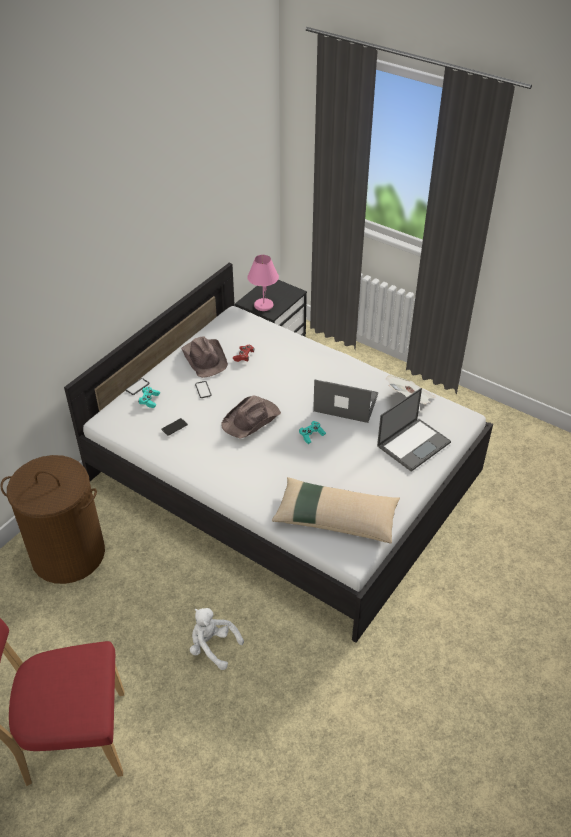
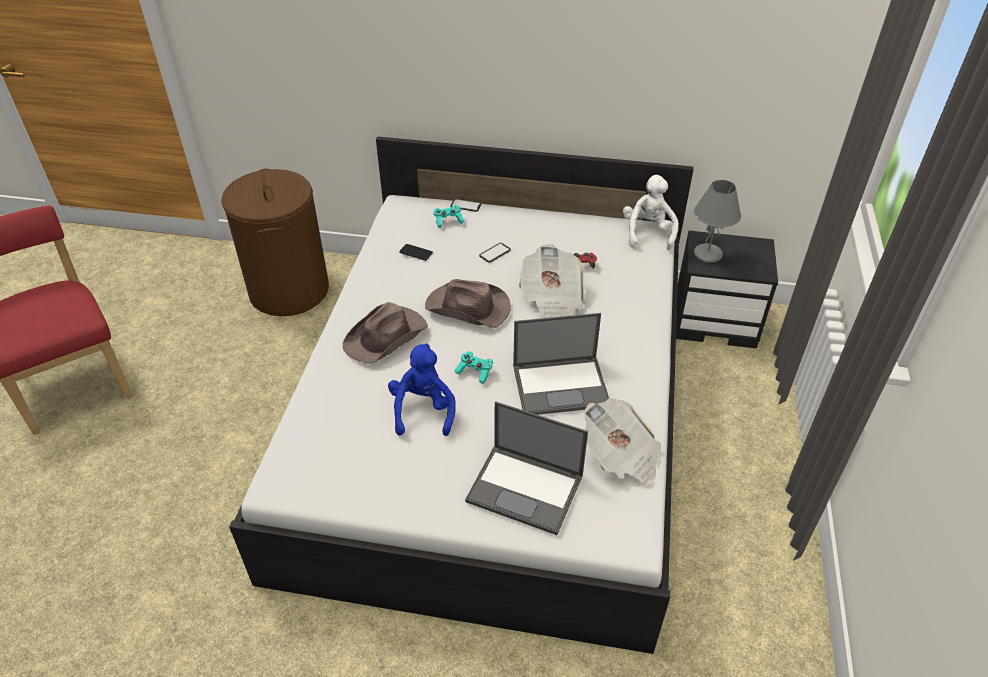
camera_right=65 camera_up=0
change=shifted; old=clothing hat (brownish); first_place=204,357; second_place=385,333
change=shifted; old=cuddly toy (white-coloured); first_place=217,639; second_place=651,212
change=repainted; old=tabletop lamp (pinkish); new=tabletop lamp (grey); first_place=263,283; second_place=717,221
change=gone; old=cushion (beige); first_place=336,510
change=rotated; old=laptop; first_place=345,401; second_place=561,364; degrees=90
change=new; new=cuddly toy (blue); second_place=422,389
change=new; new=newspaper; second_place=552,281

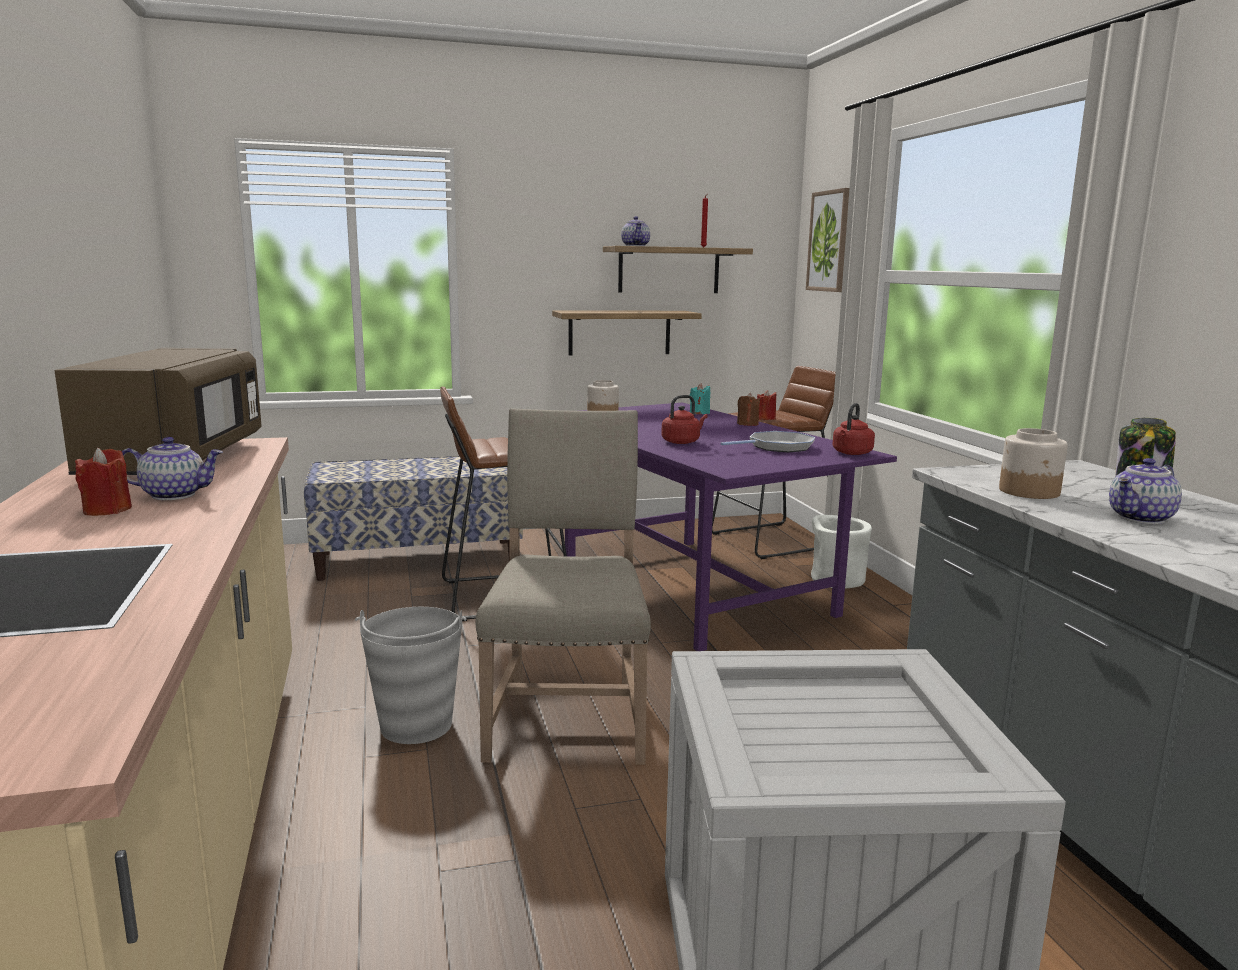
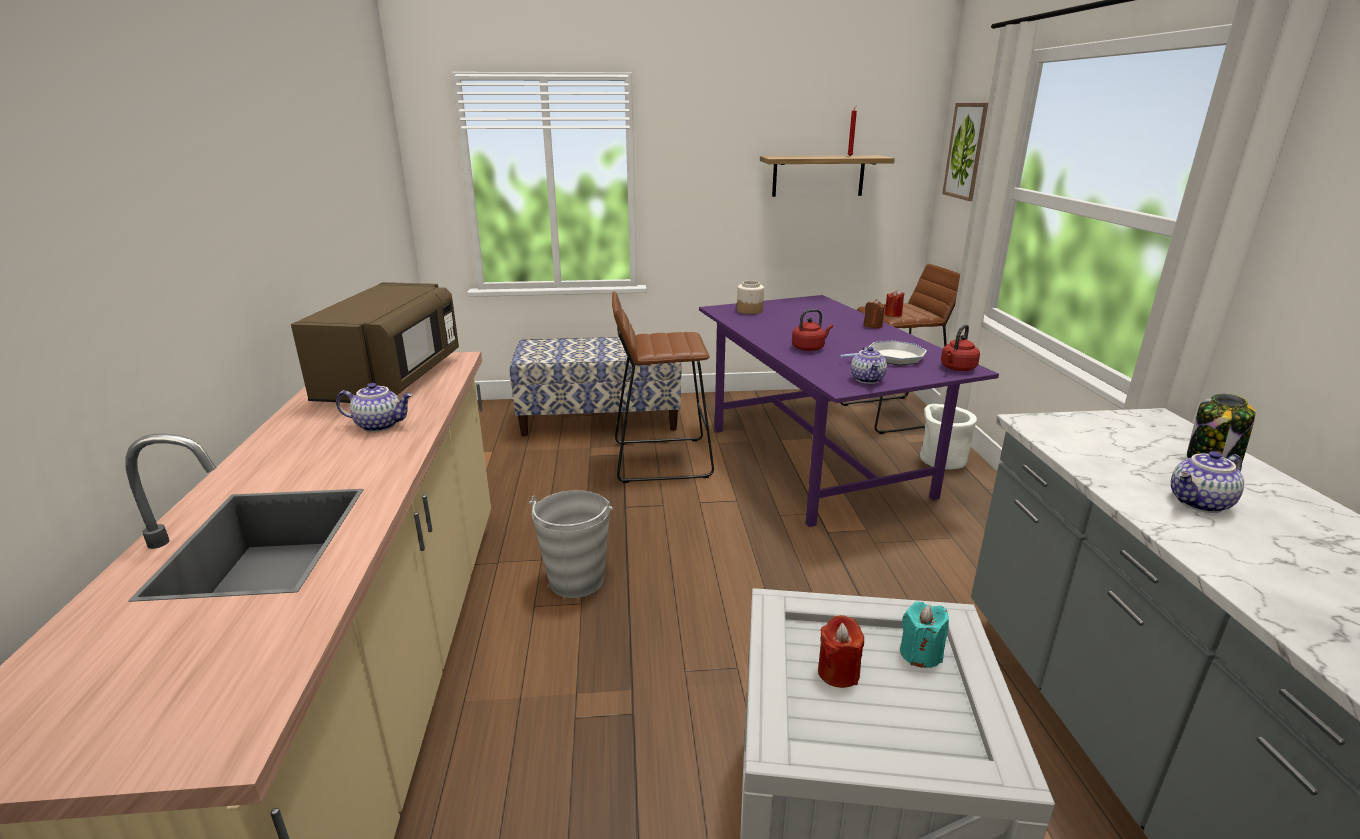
camera_right=10 camera_up=10
change=shifted; old=wax light (reddish); first_place=103,482; second_place=841,651
change=gone; old=upright chair (beige); first_place=563,586
change=gone; old=shelf; first_place=627,332
change=shifted; old=teapot; first_place=635,231; second_place=869,365
change=shifted; old=wax light (blue-green); first_place=700,398; second_place=924,635
change=gone; old=preserve jar; first_place=1033,463

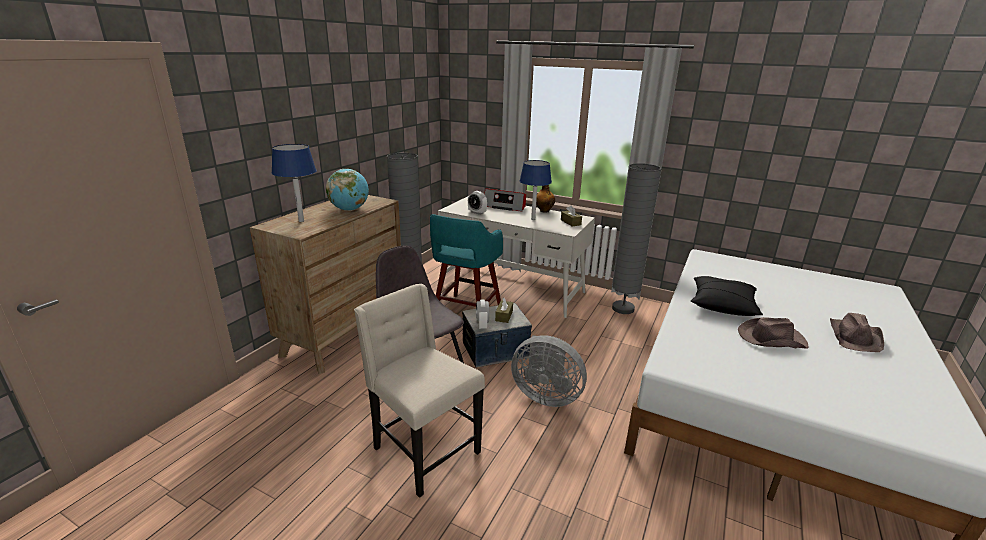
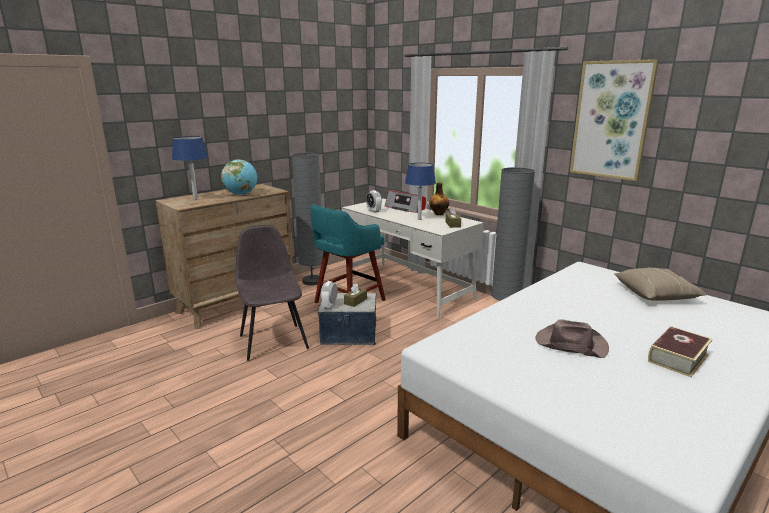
camera_right=20 camera_up=-5
change=gone; old=upright chair (beige); first_place=419,391
change=gone; old=cooling fan (grey); first_place=549,371
change=gone; old=cushion (black); first_place=727,296
change=swapped; old=clothing hat (brownish); new=volume; first_place=857,332; second_place=680,351
change=new; new=wall picture; second_place=614,120
change=new; new=cushion (beige); second_place=660,284

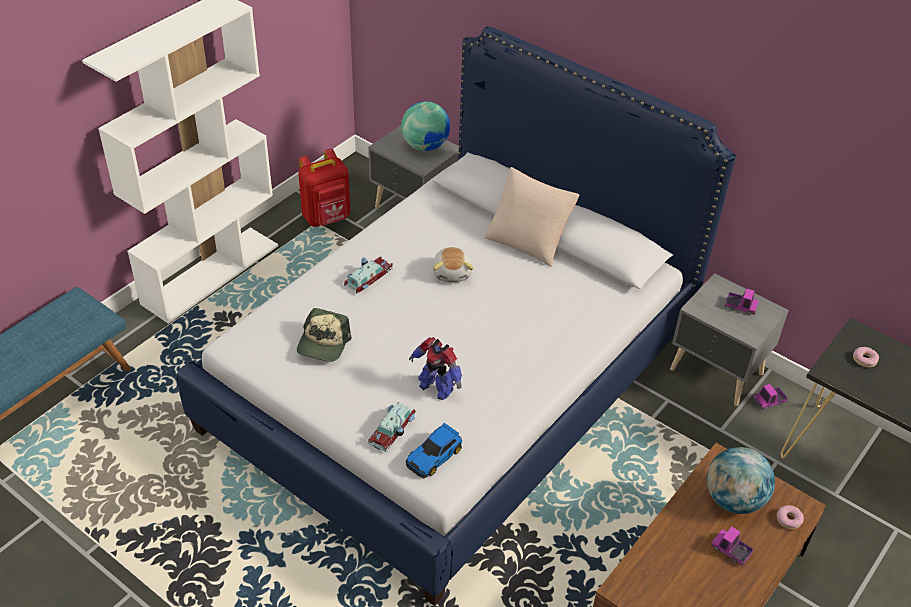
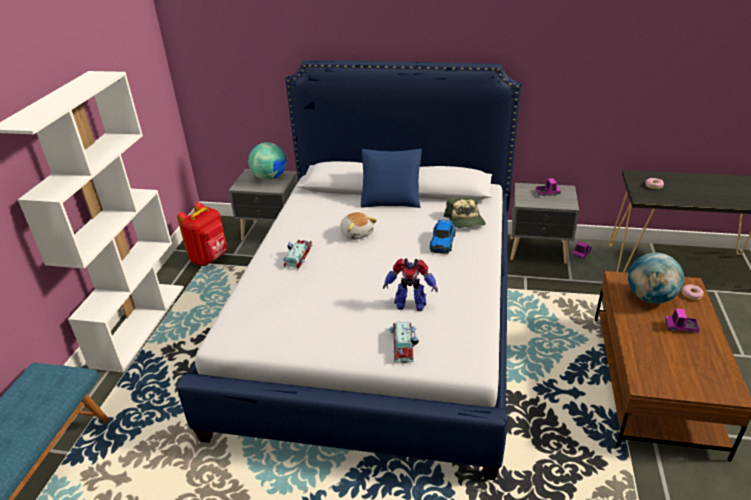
camera_right=-25 camera_up=-10
change=shifted; old=baseball cap; first_place=324,335; second_place=465,212
change=shifted; old=toy car; first_place=434,450; second_place=443,237
change=repainted; old=cushion (beige); new=cushion (blue); first_place=532,217; second_place=391,178

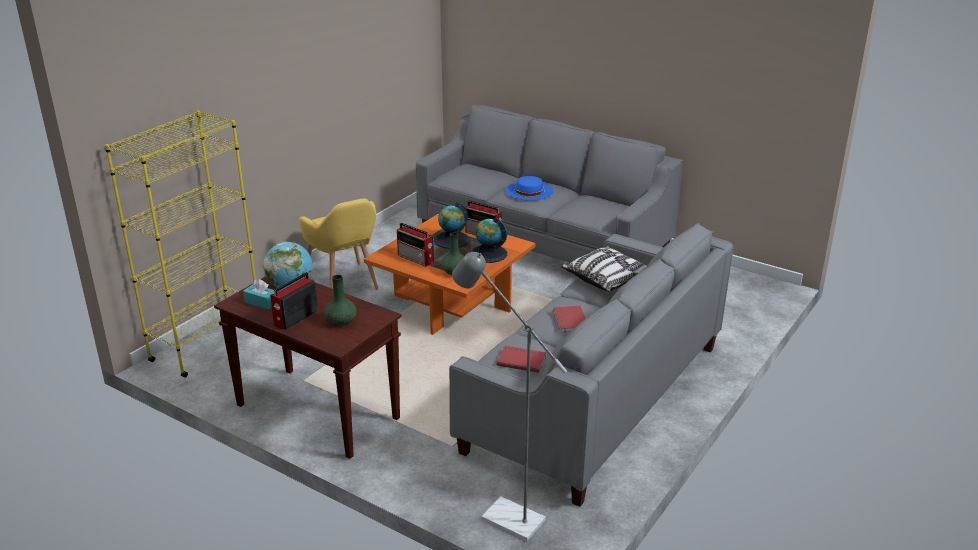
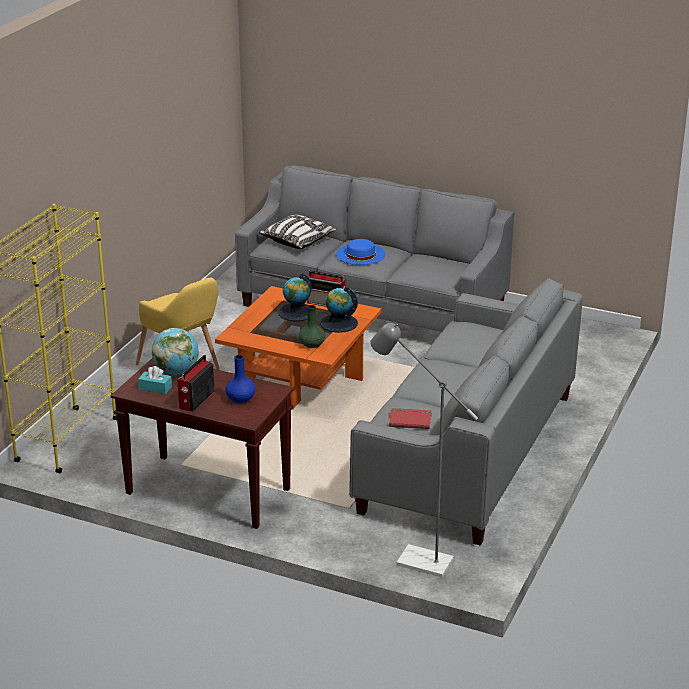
camera_right=-10 camera_up=0
change=repainted; old=flower vase (green-coloured); new=flower vase (blue); first_place=340,300; second_place=240,379
change=gone; old=radio receiver; first_place=415,245
change=gone; old=volume (reddish); first_place=569,319
change=shifted; old=cushion; first_place=604,268; second_place=298,232

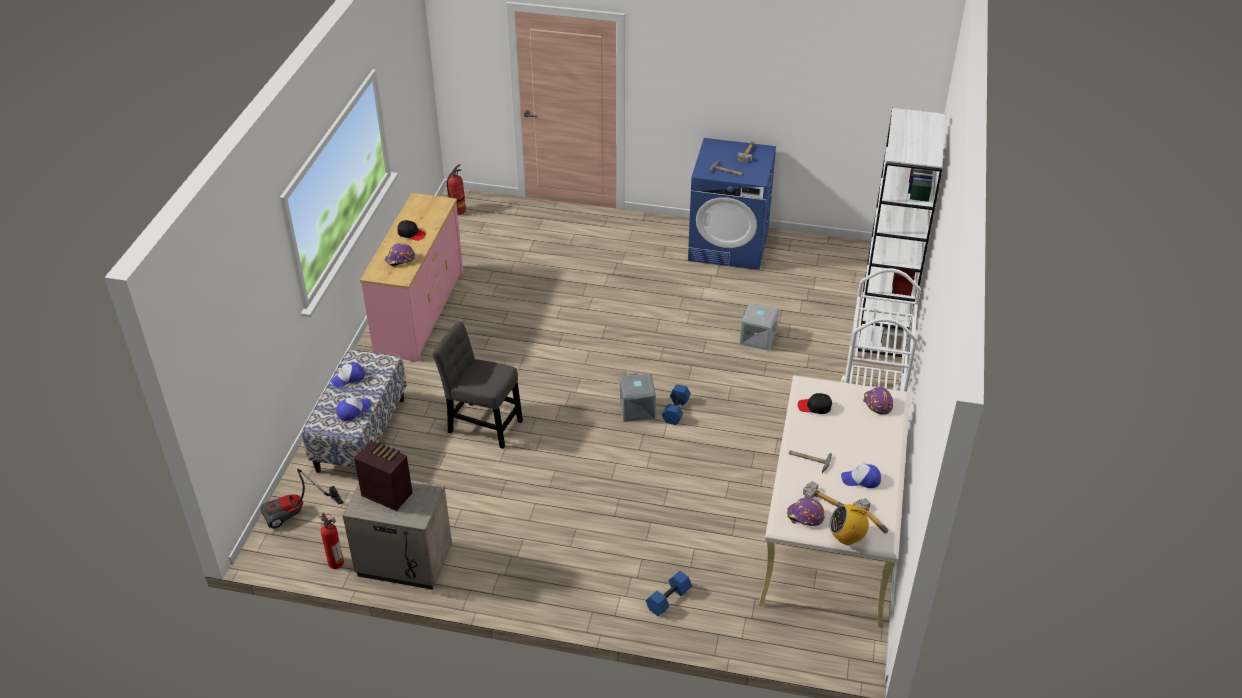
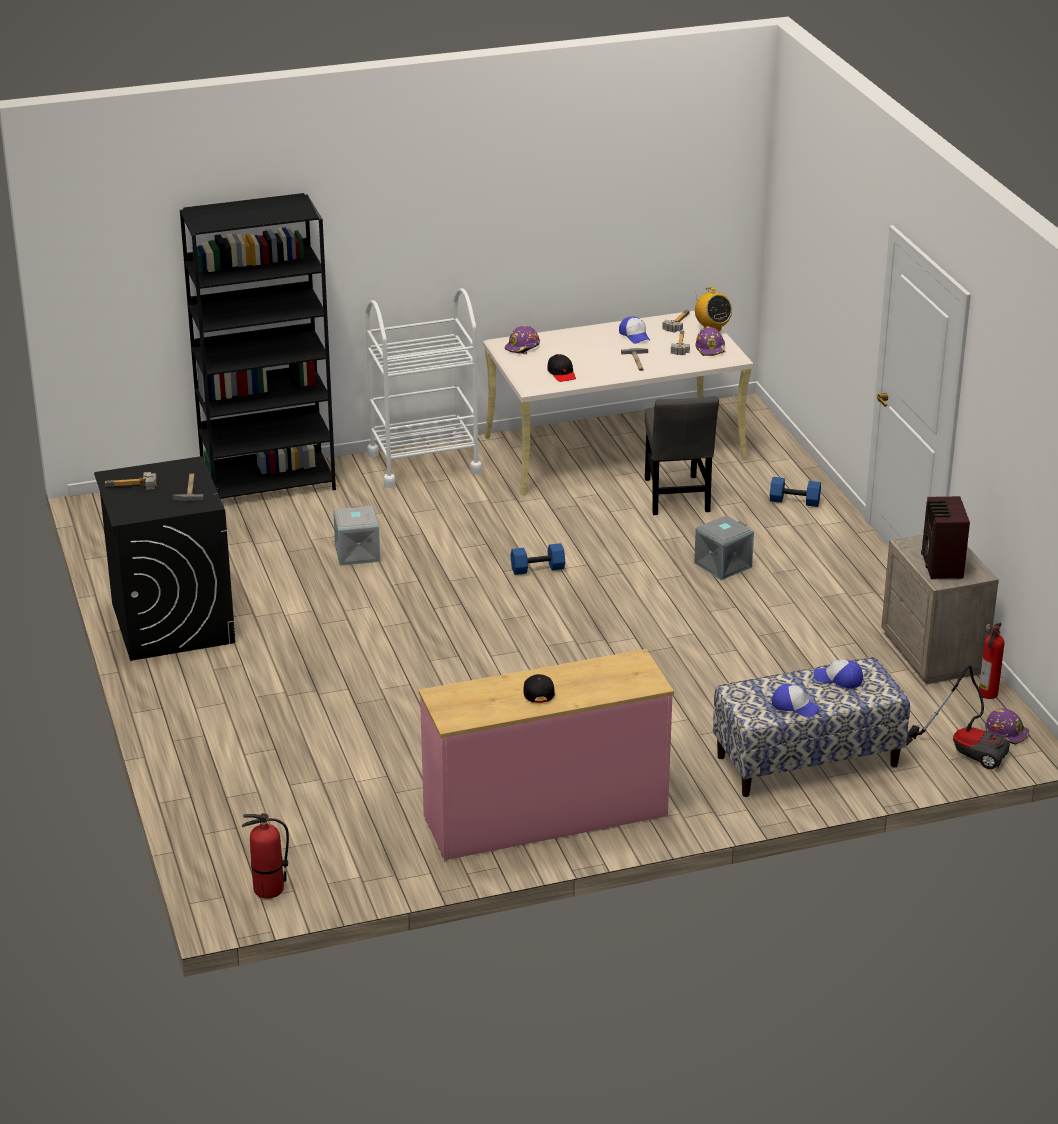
camera_right=-120 camera_up=-10
change=shifted; old=hard hat (purple); first_place=400,255; second_place=1007,726
change=shifted; old=upright chair (grey); first_place=477,385; second_place=682,455
change=shifted; old=storage box (grey); first_place=638,397; second_place=724,547
change=repainted; old=laundry machine (blue); new=laundry machine (black); first_place=732,204; second_place=164,558
change=repainted; old=bookshelf (white-coloured); new=bookshelf (black); first_place=901,232; second_place=258,346

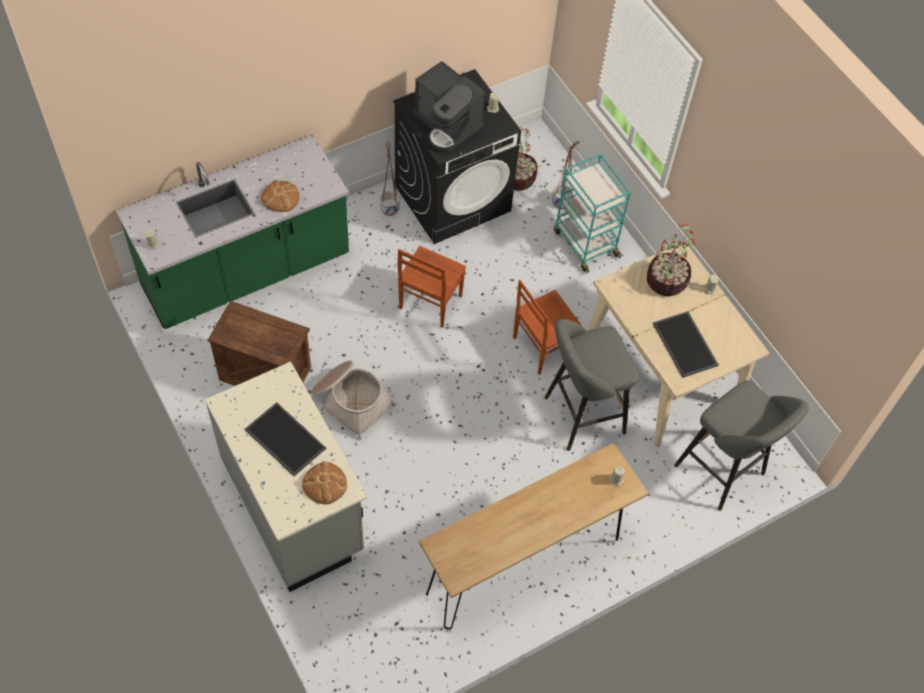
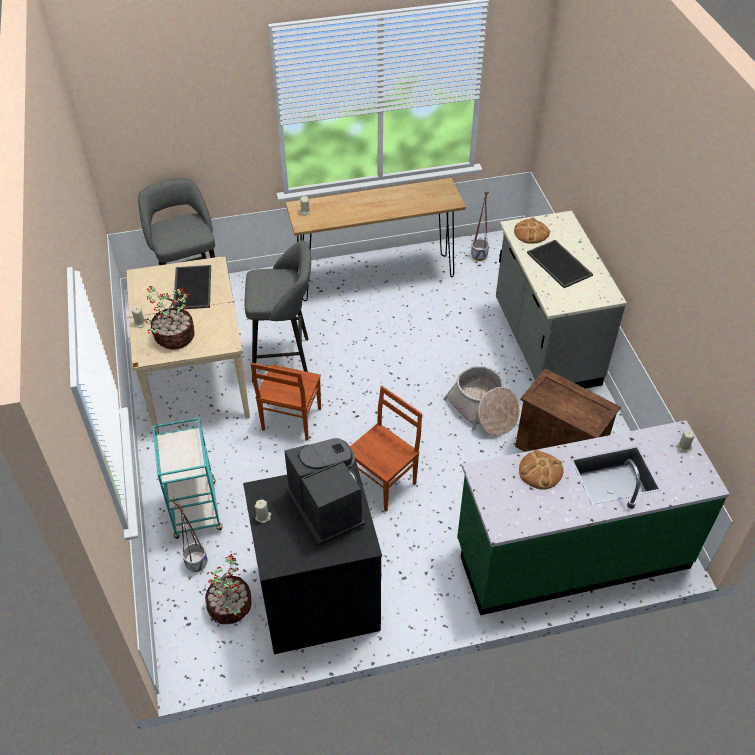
camera_right=-160 camera_up=-10
change=shifted; old=flower pot; first_place=390,178; second_place=480,226
change=rotated; old=upright chair (brownish); first_place=547,327; second_place=286,402; degrees=120

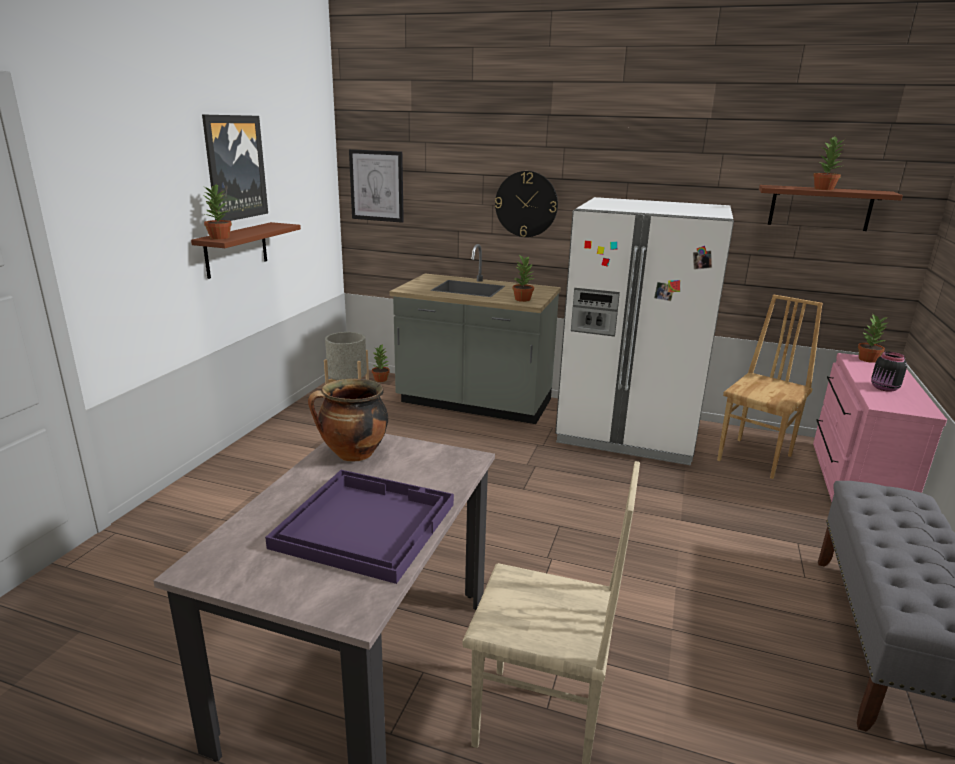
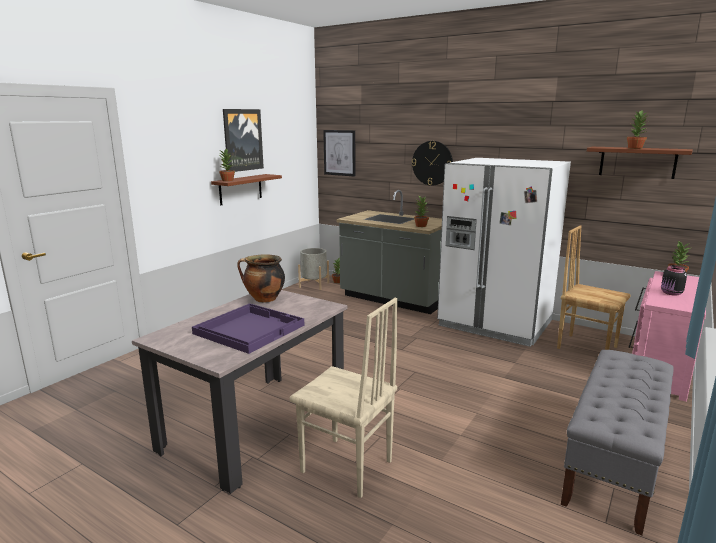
camera_right=15 camera_up=-5
change=rotated; old=upright chair (brownish); first_place=770,387; second_place=594,287; degrees=-105

